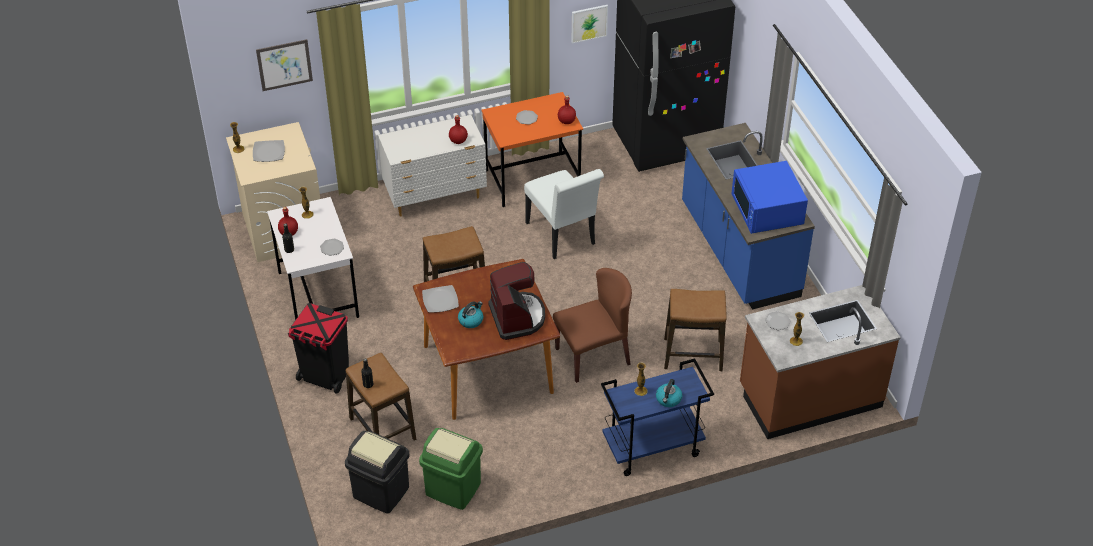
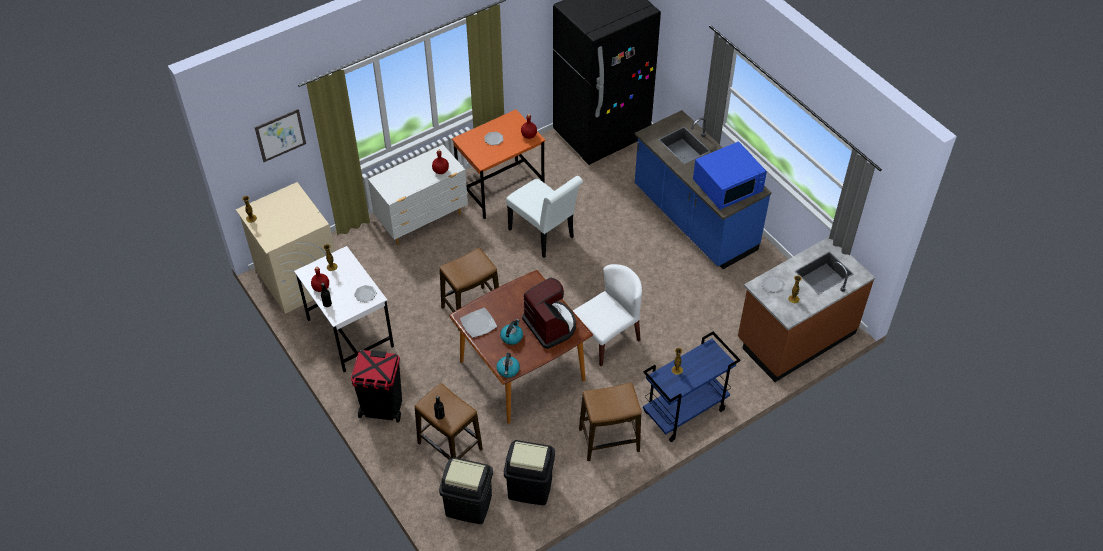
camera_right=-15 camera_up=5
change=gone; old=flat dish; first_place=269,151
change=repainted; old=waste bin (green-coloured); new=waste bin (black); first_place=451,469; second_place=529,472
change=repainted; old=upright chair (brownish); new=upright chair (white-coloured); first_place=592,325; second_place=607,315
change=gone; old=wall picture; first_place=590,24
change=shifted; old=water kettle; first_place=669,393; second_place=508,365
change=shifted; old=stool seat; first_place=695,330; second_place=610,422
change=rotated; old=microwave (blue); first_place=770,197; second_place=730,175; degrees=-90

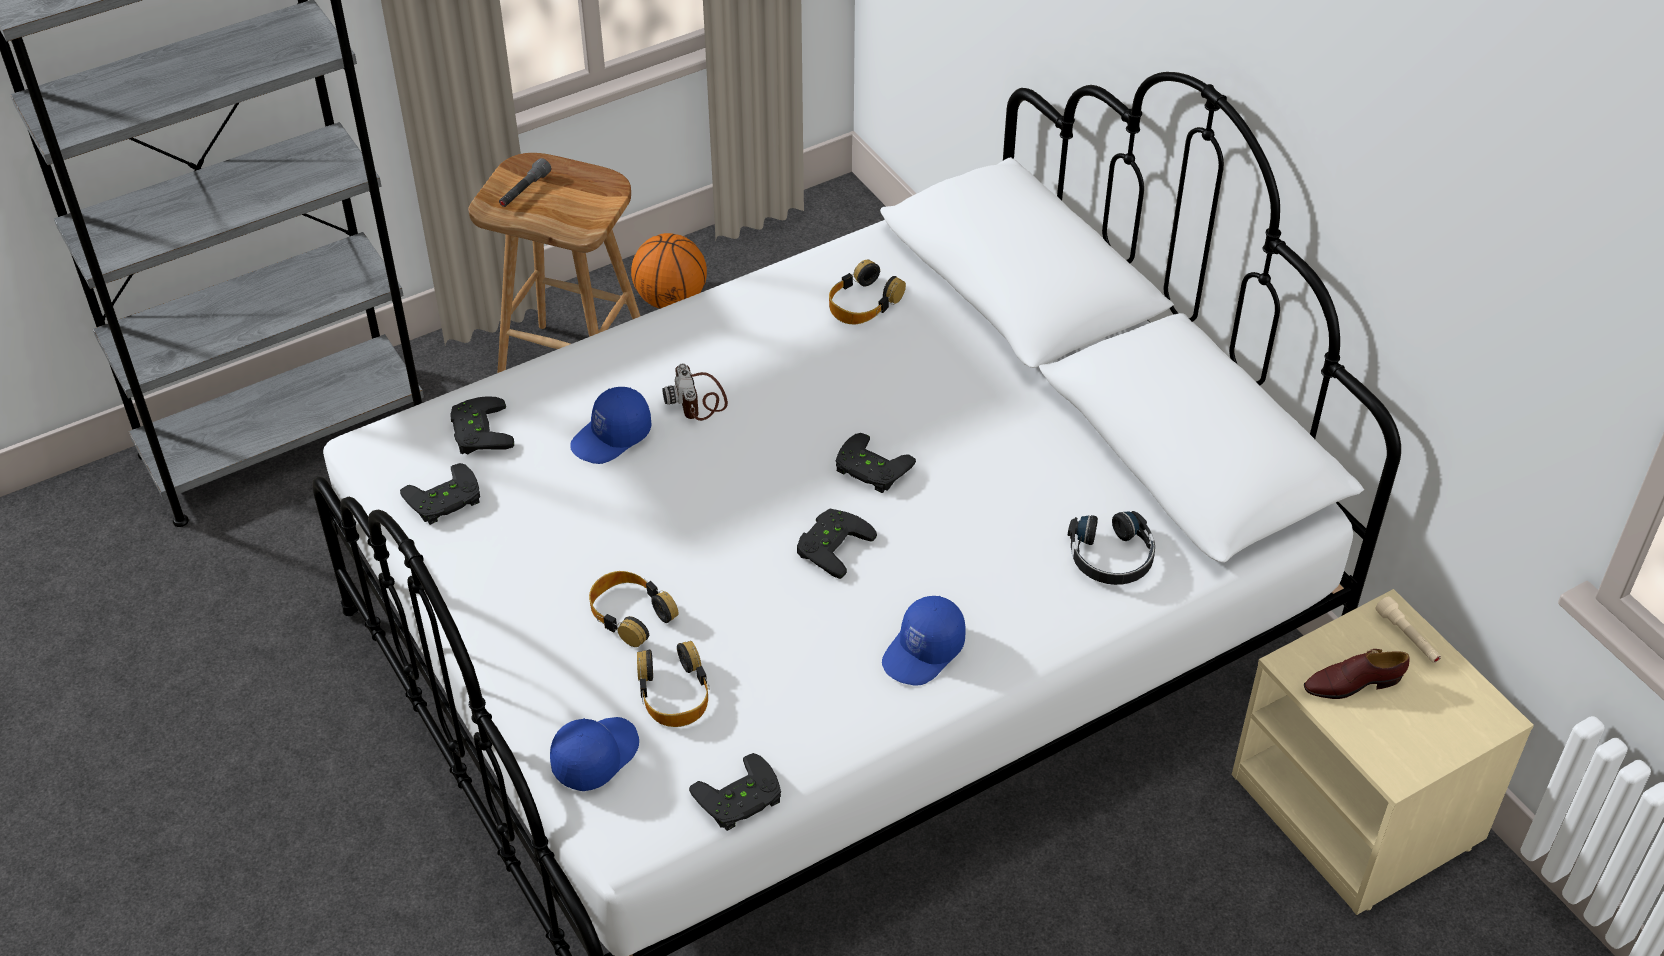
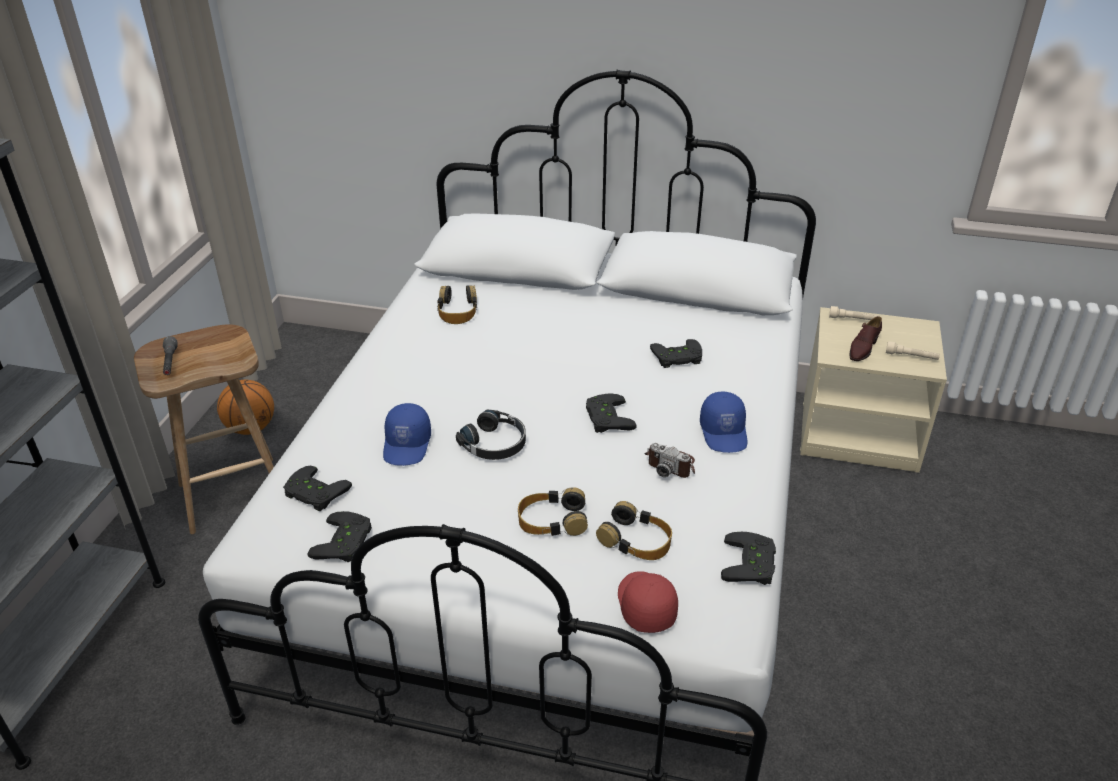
camera_right=-45 camera_up=-10
change=repainted; old=baseball cap (blue); new=baseball cap (reddish); first_place=594,754; second_place=648,602
change=shifted; old=photo camera; first_place=695,392; second_place=669,460
change=shifted; old=game controller (black); first_place=876,463; second_place=676,353
change=shifted; old=pair of headphones (black); first_place=1111,548; second_place=491,434
change=new; new=flashlight (beige); second_place=913,350

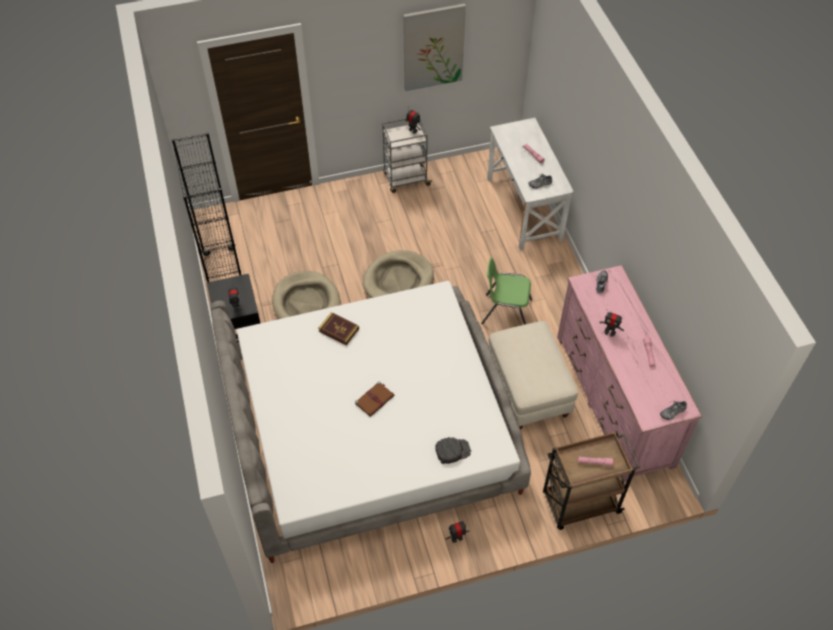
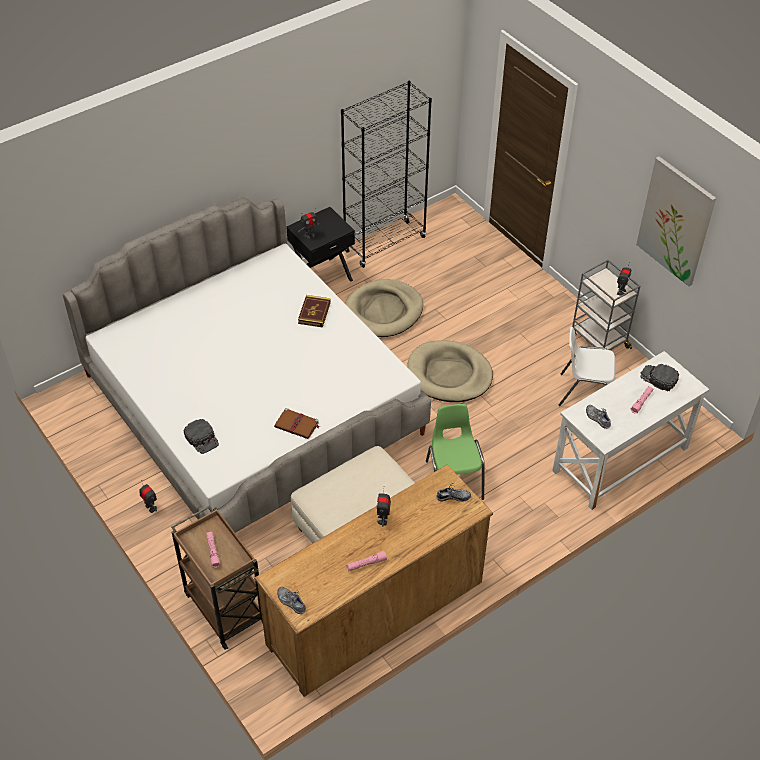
camera_right=70 camera_up=-5
change=shifted; old=volume (brownish); first_place=375,399; second_place=297,423
change=repainted; old=chest of drawers (pinkish); new=chest of drawers (brownish); first_place=629,373; second_place=373,581
change=new; new=upright chair (white-coloured); second_place=587,366
change=new; new=baseball cap (black); second_place=659,378

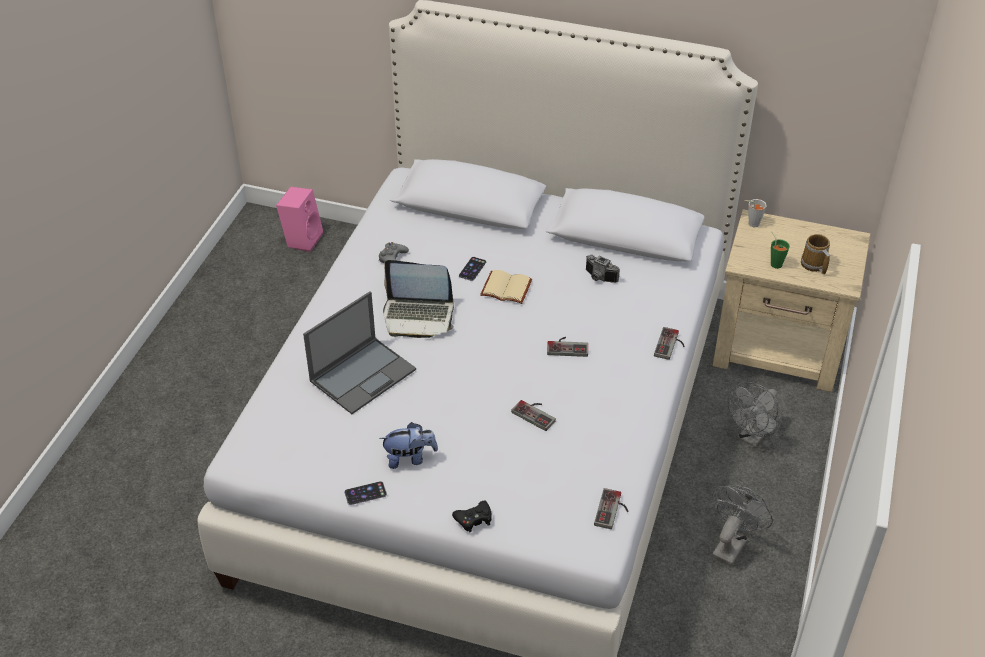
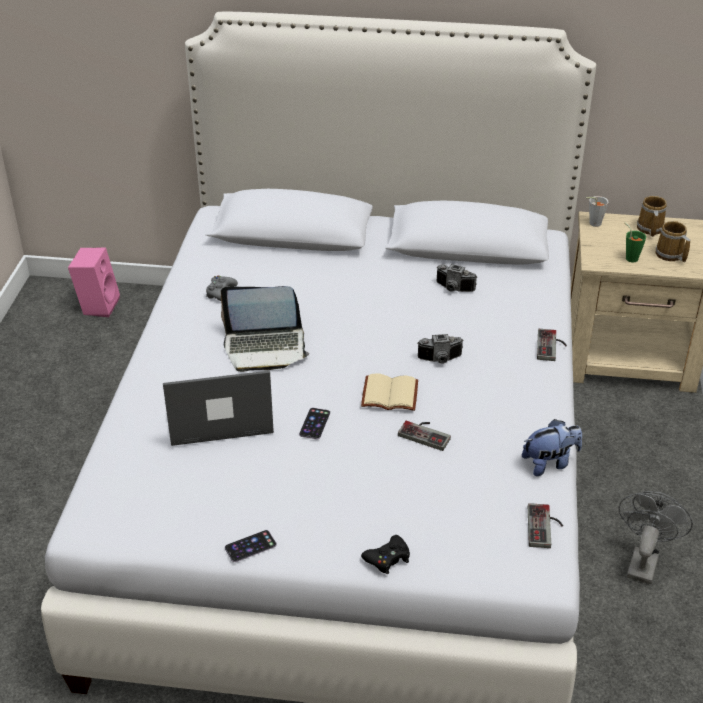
camera_right=-10 camera_up=-5
change=rotated; old=laptop; first_place=359,352; second_place=218,408; degrees=-135
change=shifted; old=cuddly toy; first_place=408,445; second_place=552,447
change=shifted; old=telephone; first_place=472,269; second_place=314,424
change=shifted; old=volume (beige); first_place=506,287; second_place=389,392
change=swapped; old=game controller; new=photo camera; first_place=567,347; second_place=440,349
change=gone; old=cooling fan (grey); first_place=755,414
change=new; new=coffee mug; second_place=652,216

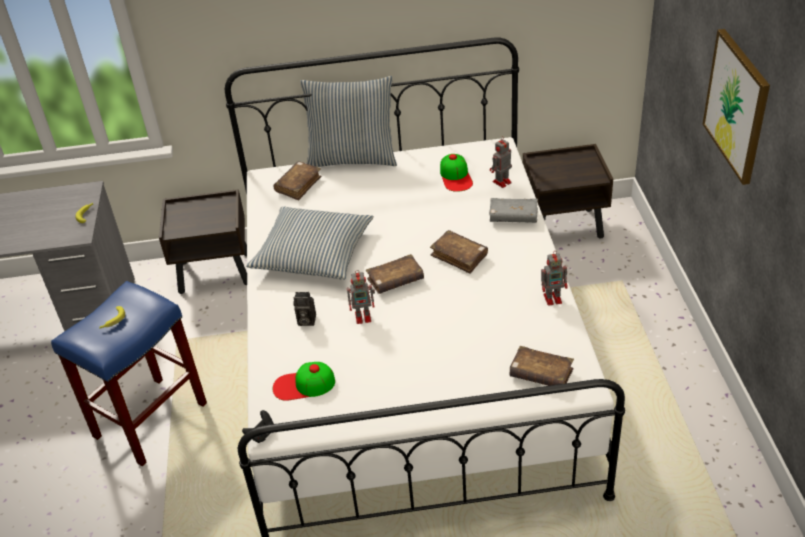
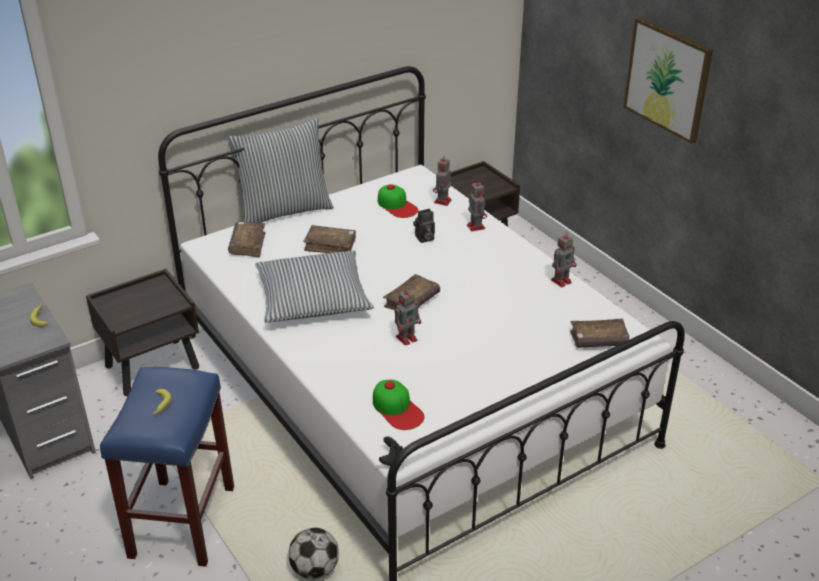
camera_right=-30 camera_up=-5
change=rotated; old=baseball cap; first_place=304,381; second_place=399,405; degrees=-90
change=shifted; old=photo camera; first_place=304,309; second_place=424,226
change=shifted; old=volume (brownish); first_place=459,252; second_place=329,239
change=swapped; old=volume (grey); new=model robot; first_place=513,210; second_place=477,205
change=new; new=football ball; second_place=314,553

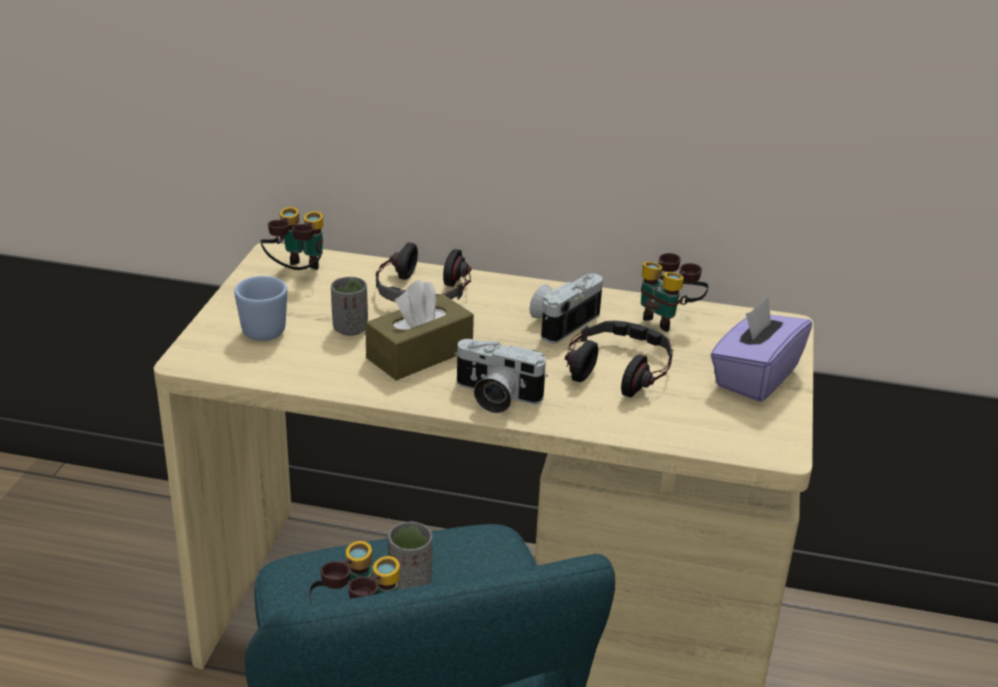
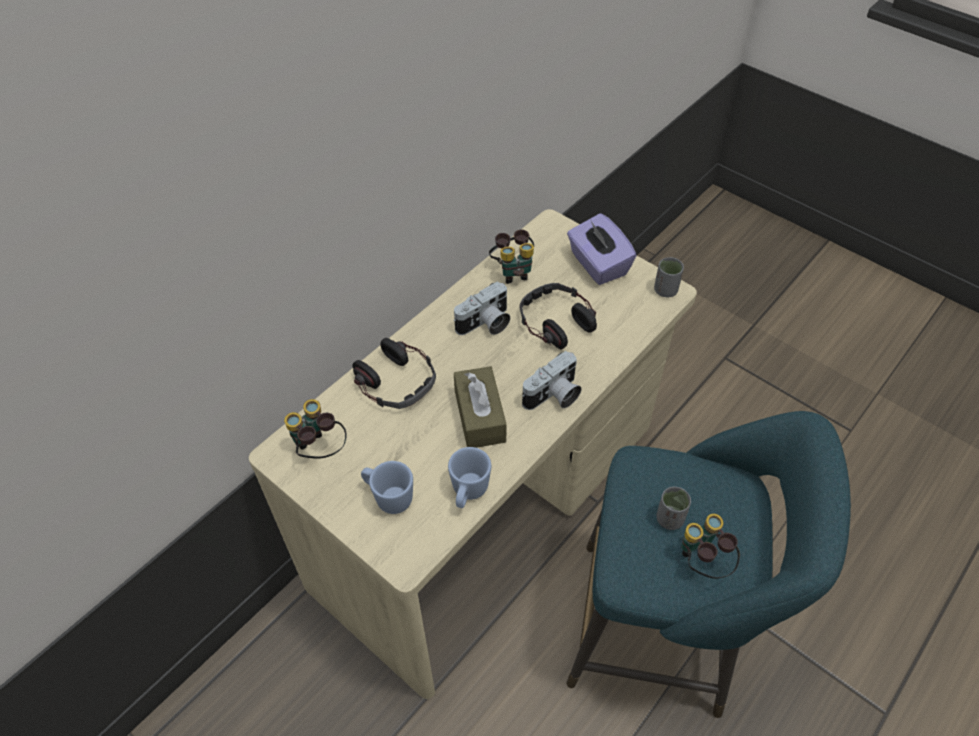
camera_right=-60 camera_up=20
change=shifted; old=small cup (grey); first_place=349,306; second_place=669,277
change=rotated; old=photo camera; first_place=566,309; second_place=482,308; degrees=-105
change=new; new=coffee mug (blue); second_place=469,477

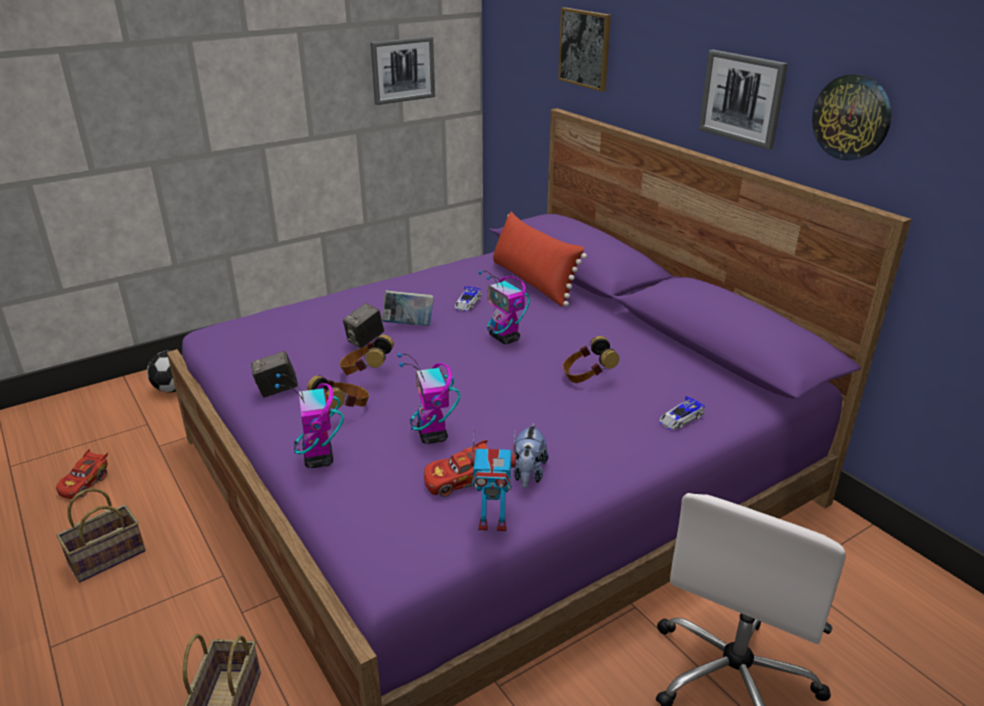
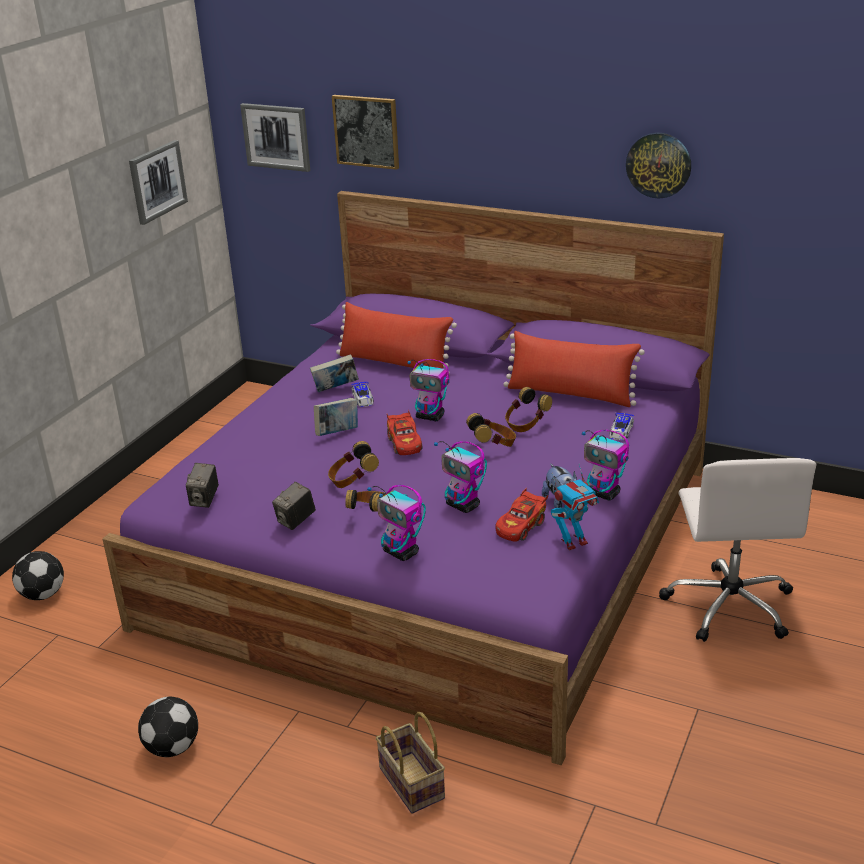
camera_right=-30 camera_up=0
change=shifted; old=toy car (reddish); first_place=82,474; second_place=404,432
change=swapped; old=basket; new=football ball; first_place=101,535; second_place=168,727
change=shifted; old=photo camera; first_place=363,325; second_place=202,485
change=shifted; old=wall picture; first_place=743,100; second_place=275,137
change=new; new=volume; second_place=334,373
change=new; new=pair of headphones; second_place=491,430
change=new; new=cushion (reddish); second_place=574,369
change=new; new=model robot; second_place=605,465

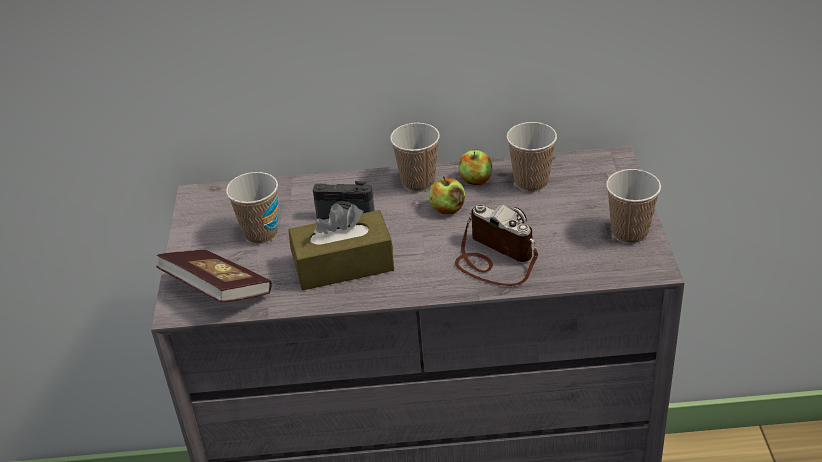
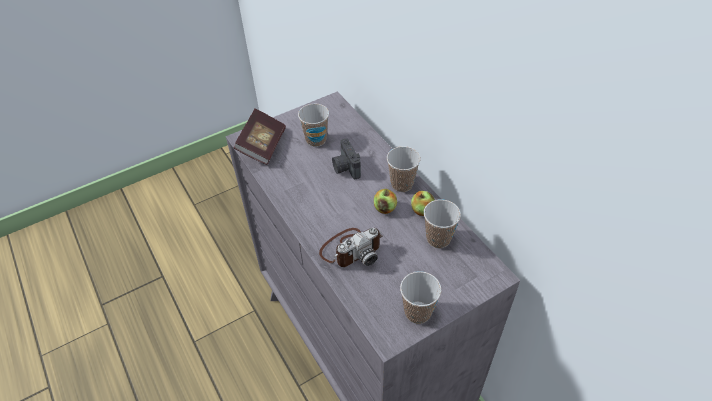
camera_right=60 camera_up=10
change=gone; old=tissue box (brownish); first_place=341,247
change=rotated; old=photo camera; first_place=496,245; second_place=351,247; degrees=45

